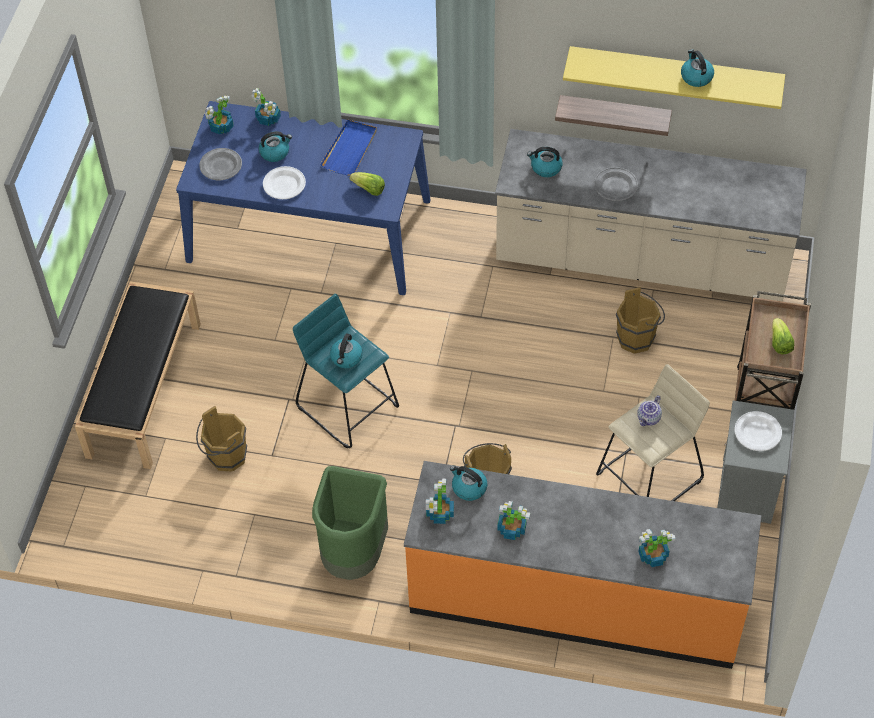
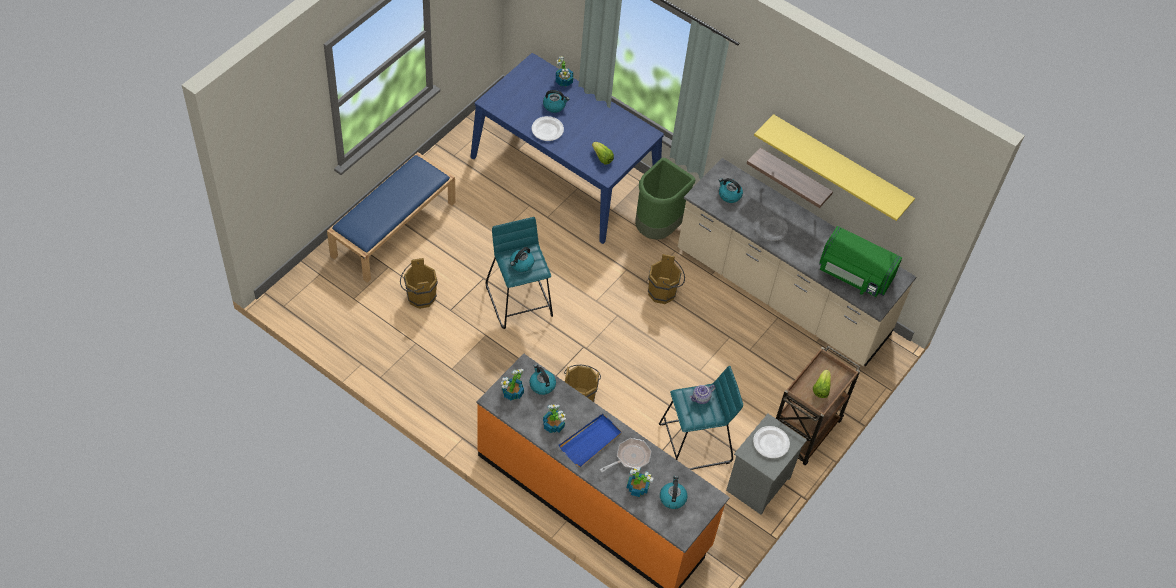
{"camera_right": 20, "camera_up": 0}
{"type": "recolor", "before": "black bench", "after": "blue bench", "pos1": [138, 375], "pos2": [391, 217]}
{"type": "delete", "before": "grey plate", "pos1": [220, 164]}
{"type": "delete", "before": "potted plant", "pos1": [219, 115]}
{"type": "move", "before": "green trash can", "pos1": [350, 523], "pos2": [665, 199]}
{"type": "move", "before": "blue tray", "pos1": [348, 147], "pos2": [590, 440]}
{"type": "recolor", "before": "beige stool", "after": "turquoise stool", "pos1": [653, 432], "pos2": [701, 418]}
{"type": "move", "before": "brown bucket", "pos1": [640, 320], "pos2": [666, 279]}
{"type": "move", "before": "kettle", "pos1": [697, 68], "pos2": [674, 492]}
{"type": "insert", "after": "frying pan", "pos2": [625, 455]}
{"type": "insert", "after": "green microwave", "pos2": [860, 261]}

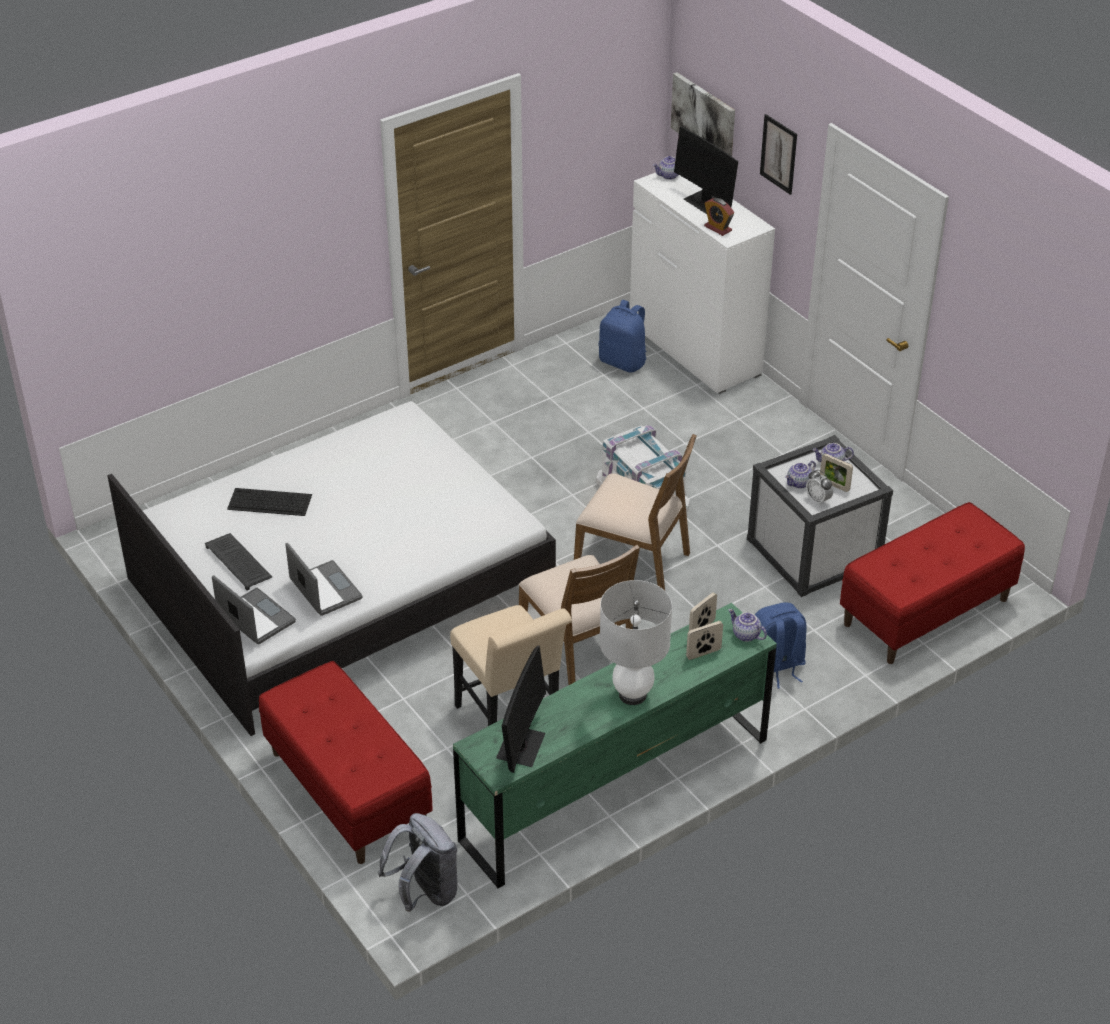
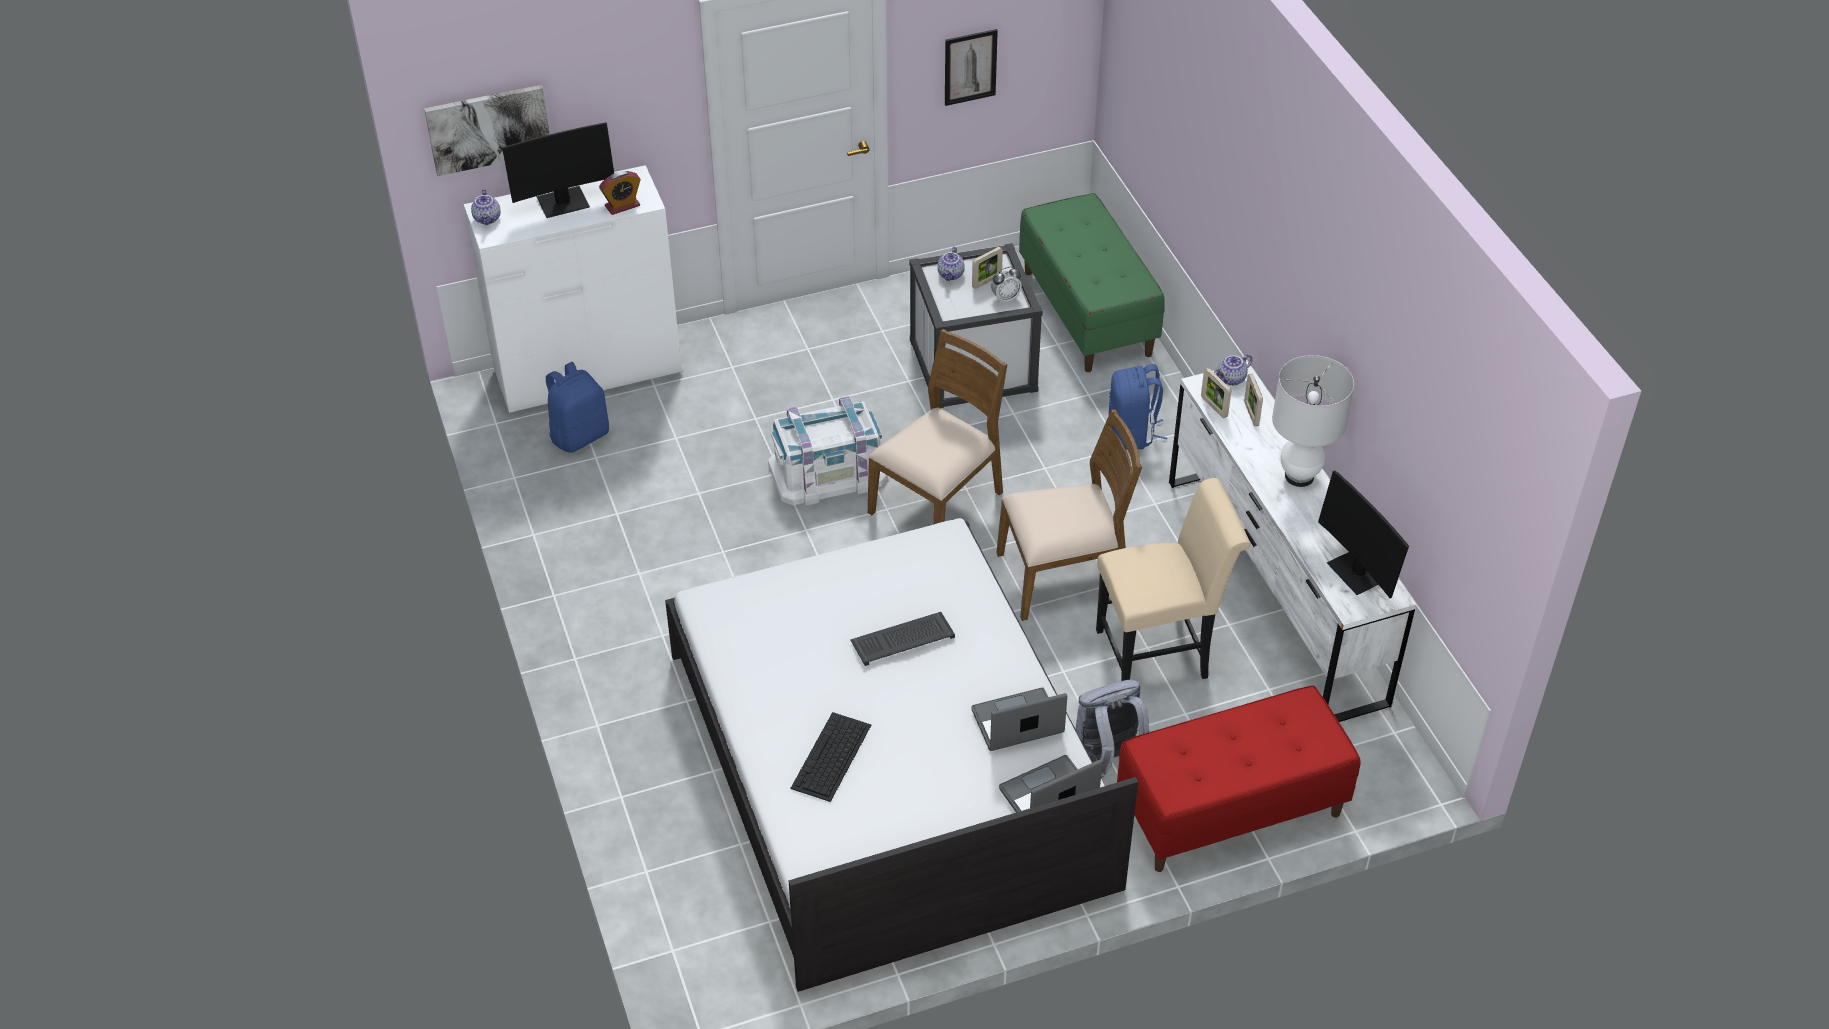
{"camera_right": -75, "camera_up": 5}
{"type": "move", "before": "keyboard", "pos1": [238, 561], "pos2": [902, 639]}
{"type": "move", "before": "grey backpack", "pos1": [418, 862], "pos2": [1112, 729]}
{"type": "recolor", "before": "green dresser", "after": "white dresser", "pos1": [615, 745], "pos2": [1292, 542]}
{"type": "rotate", "before": "monitor", "pos1": [521, 709], "pos2": [1363, 534], "turn": -150}
{"type": "move", "before": "picture", "pos1": [778, 154], "pos2": [971, 67]}
{"type": "delete", "before": "teapot", "pos1": [800, 475]}
{"type": "recolor", "before": "red bench", "after": "green bench", "pos1": [932, 583], "pos2": [1092, 282]}

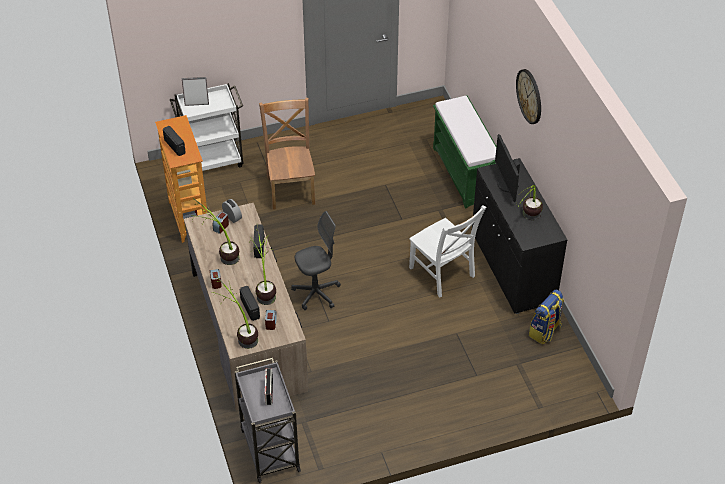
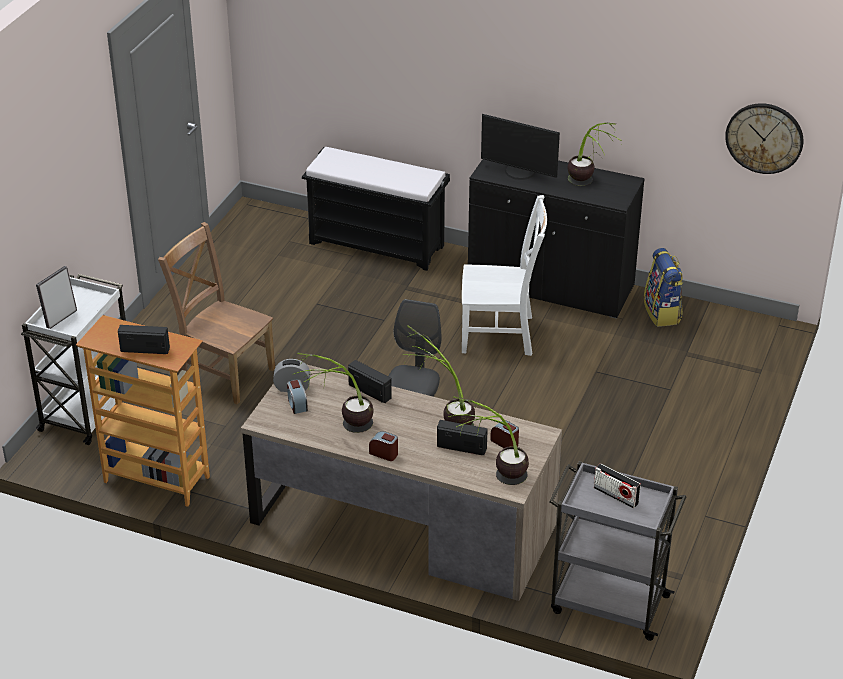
{"camera_right": -50, "camera_up": -10}
{"type": "recolor", "before": "green bench", "after": "black bench", "pos1": [464, 152], "pos2": [376, 209]}
{"type": "move", "before": "wall clock", "pos1": [528, 96], "pos2": [764, 138]}

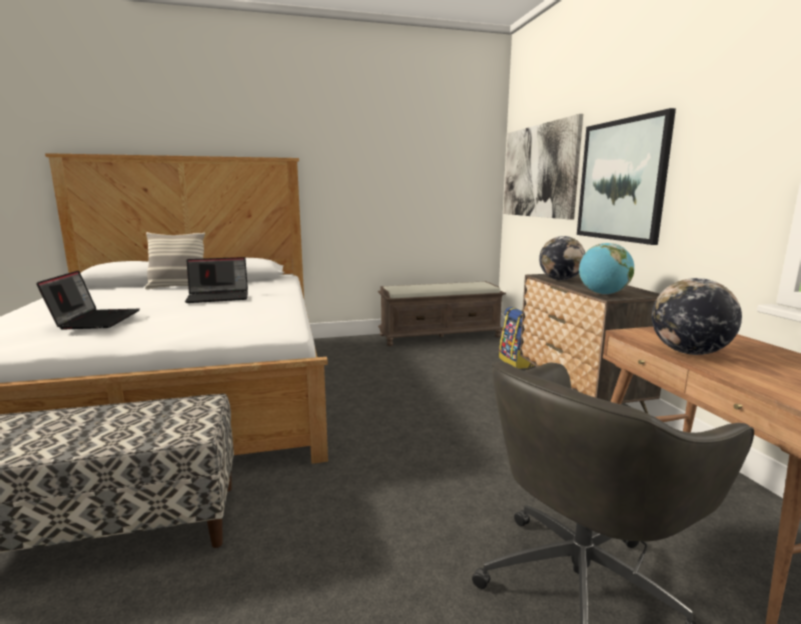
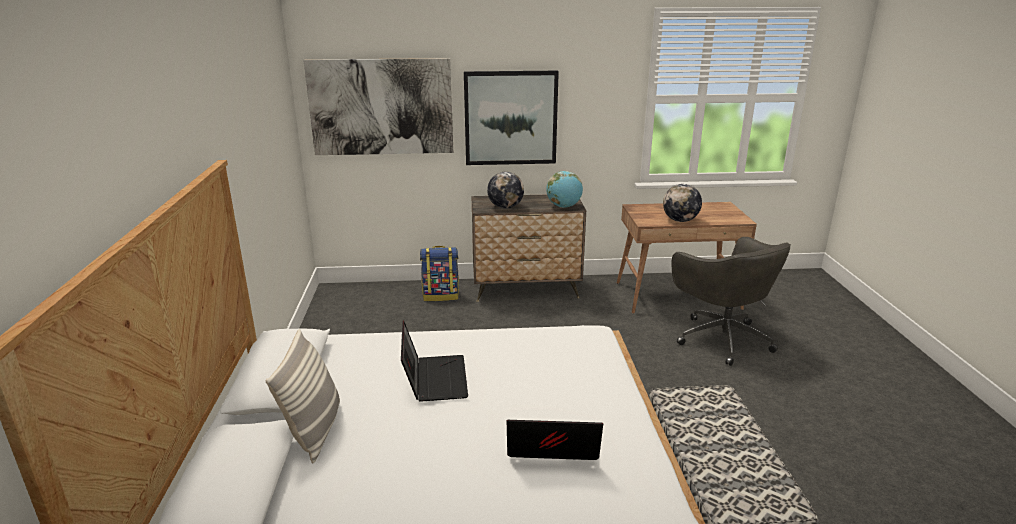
{"camera_right": -80, "camera_up": 10}
{"type": "delete", "before": "brown bench", "pos1": [442, 313]}

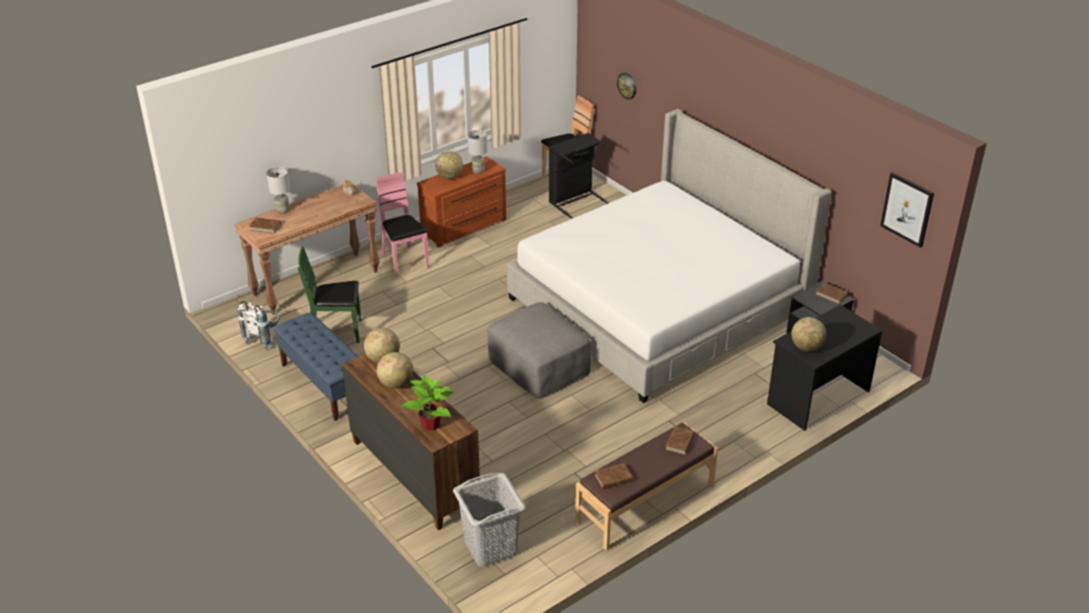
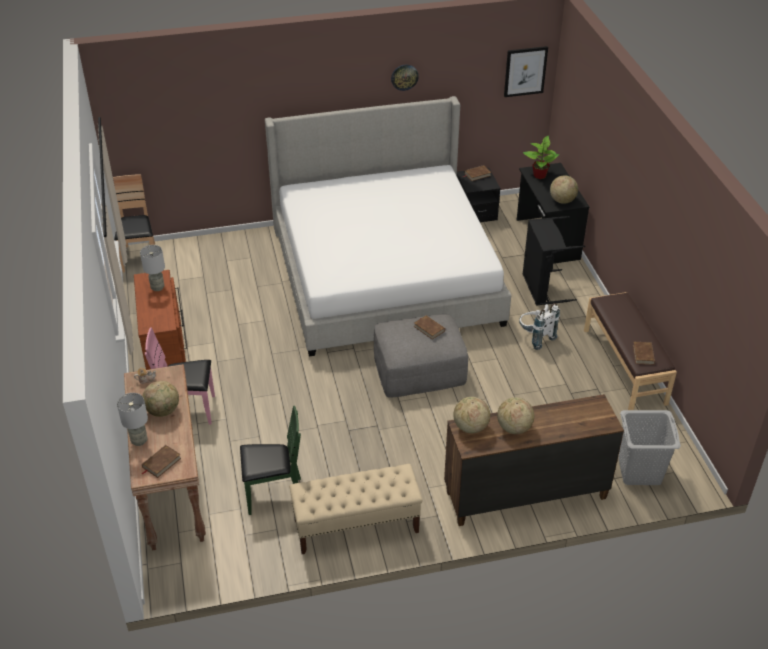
{"camera_right": -65, "camera_up": 5}
{"type": "move", "before": "white backpack", "pos1": [258, 325], "pos2": [539, 326]}
{"type": "recolor", "before": "blue bench", "after": "beige bench", "pos1": [316, 366], "pos2": [355, 509]}
{"type": "rotate", "before": "green chair", "pos1": [329, 294], "pos2": [270, 460], "turn": -120}
{"type": "move", "before": "potted plant", "pos1": [427, 403], "pos2": [541, 157]}
{"type": "move", "before": "globe", "pos1": [449, 165], "pos2": [161, 399]}
{"type": "move", "before": "black laundry basket", "pos1": [580, 176], "pos2": [554, 261]}
{"type": "move", "before": "wall clock", "pos1": [626, 86], "pos2": [405, 77]}
{"type": "move", "before": "brown book", "pos1": [680, 440], "pos2": [429, 327]}

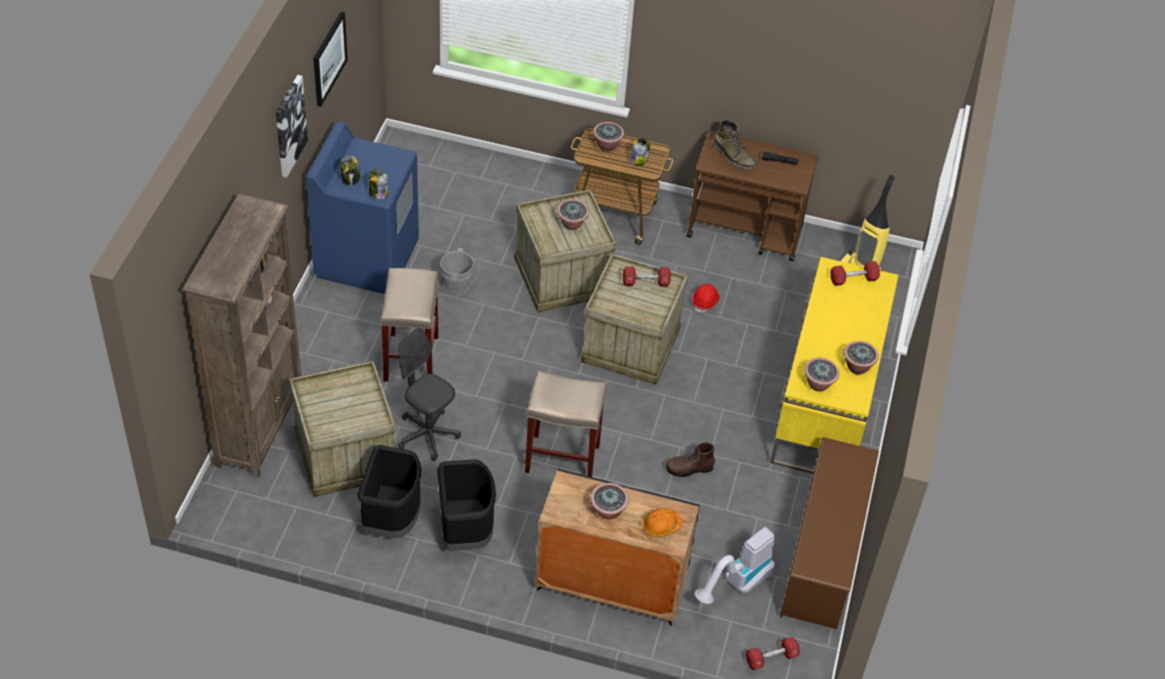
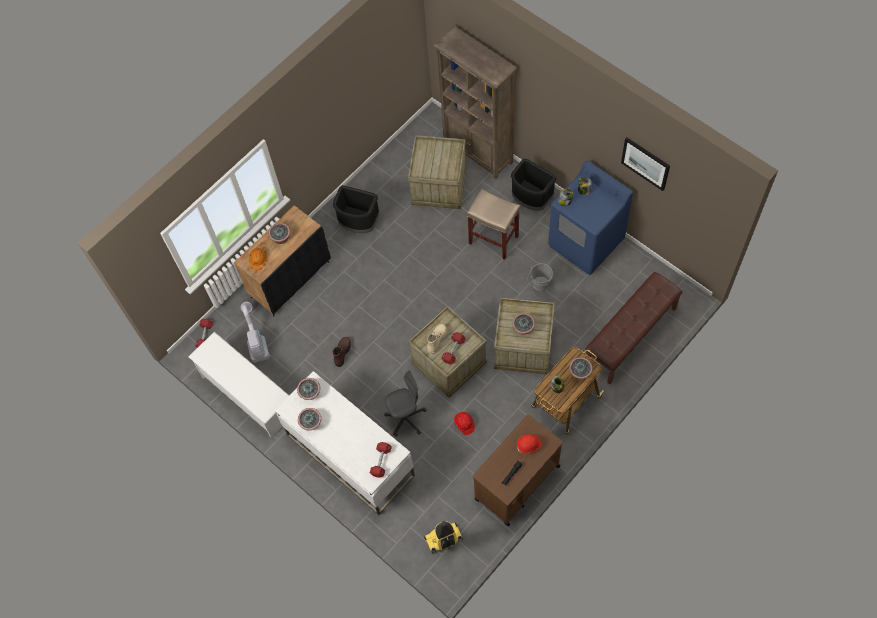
{"camera_right": 125, "camera_up": 15}
{"type": "delete", "before": "picture", "pos1": [292, 126]}
{"type": "move", "before": "black trash can", "pos1": [389, 491], "pos2": [533, 185]}
{"type": "move", "before": "grey office chair", "pos1": [429, 394], "pos2": [405, 403]}
{"type": "delete", "before": "beige stool", "pos1": [566, 424]}
{"type": "replace", "before": "green boot", "after": "red hard hat", "pos1": [734, 144], "pos2": [529, 444]}
{"type": "recolor", "before": "yellow desk", "after": "white desk", "pos1": [834, 365], "pos2": [345, 443]}
{"type": "recolor", "before": "brown shoe rack", "after": "white shoe rack", "pos1": [829, 533], "pos2": [238, 384]}
{"type": "insert", "after": "beige boot", "pos2": [437, 339]}
{"type": "insert", "after": "brown bench", "pos2": [634, 328]}

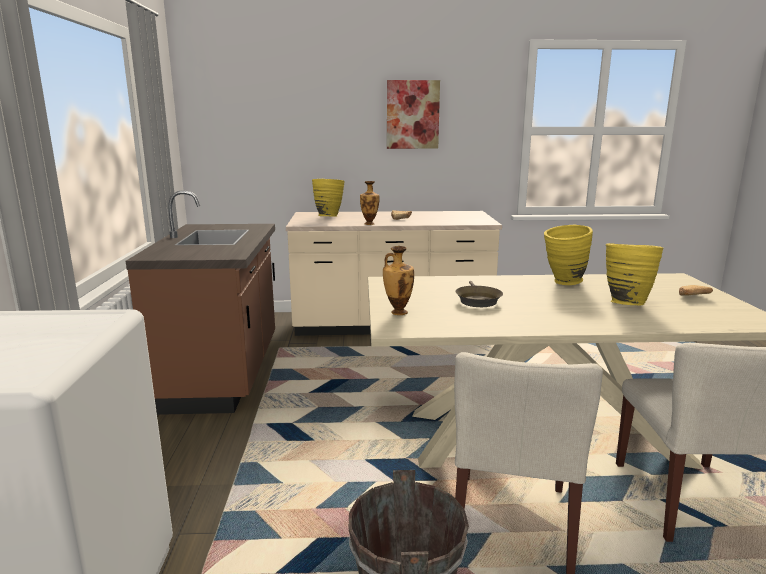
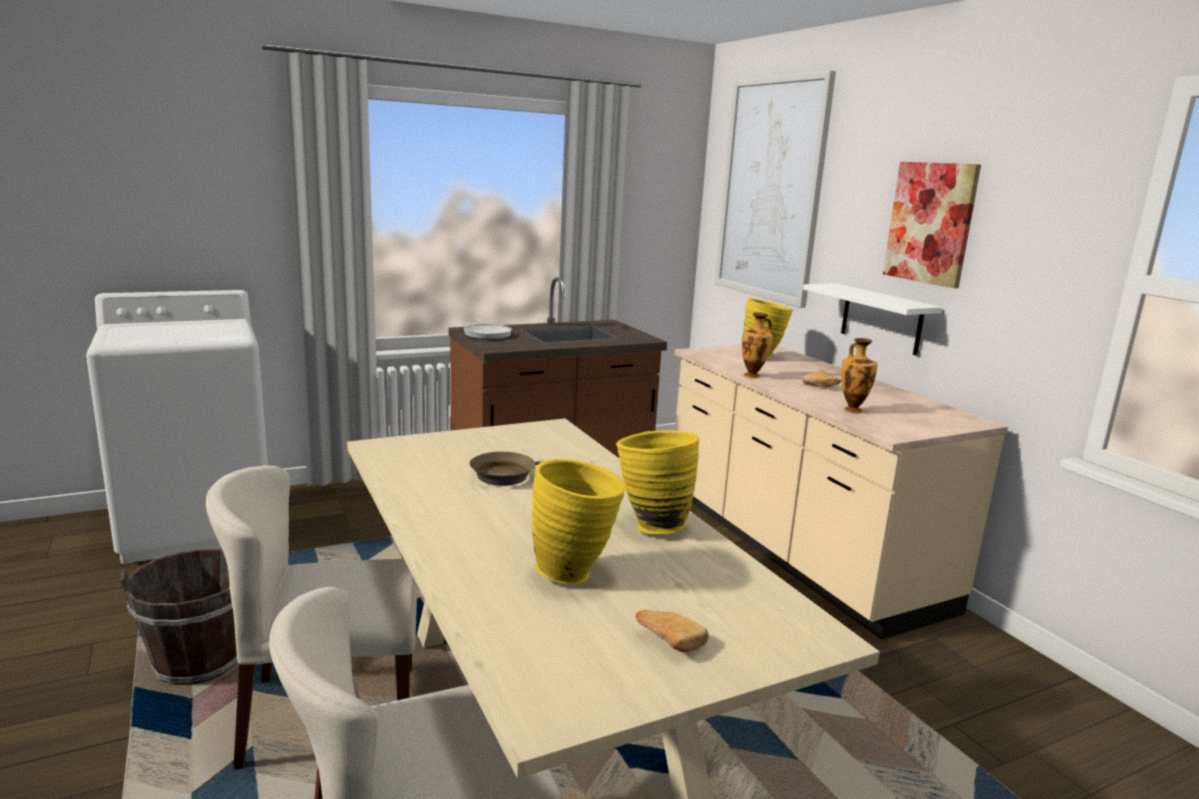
{"camera_right": 65, "camera_up": 0}
{"type": "move", "before": "vase", "pos1": [398, 280], "pos2": [859, 375]}
{"type": "insert", "after": "frying pan", "pos2": [488, 328]}
{"type": "insert", "after": "picture", "pos2": [775, 189]}
{"type": "insert", "after": "white shelf", "pos2": [872, 319]}

